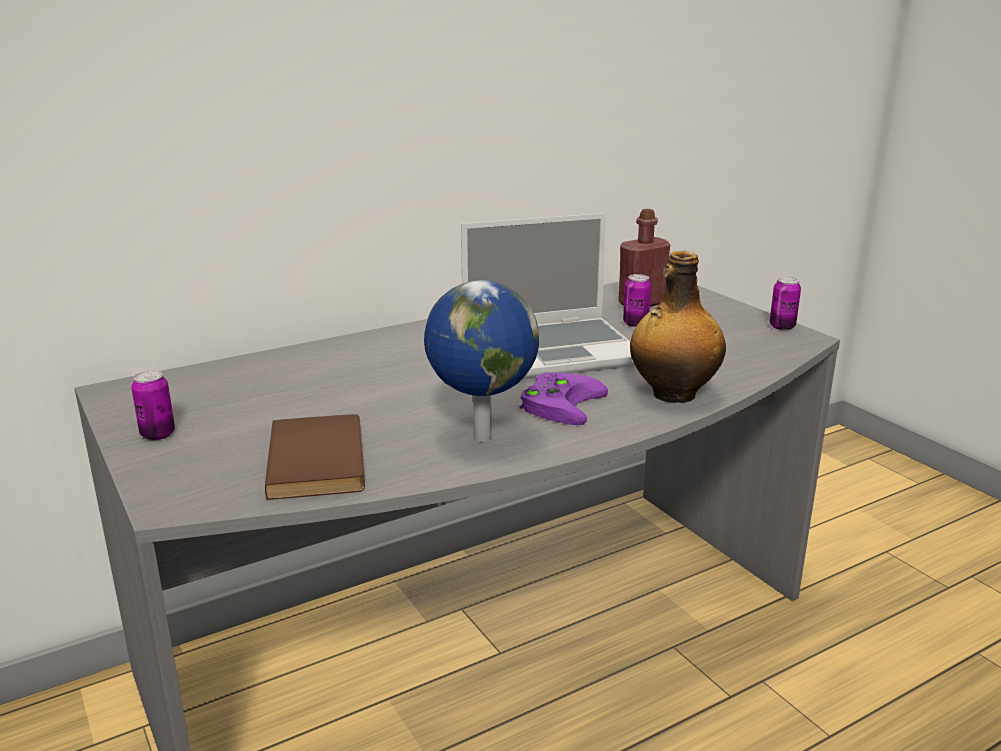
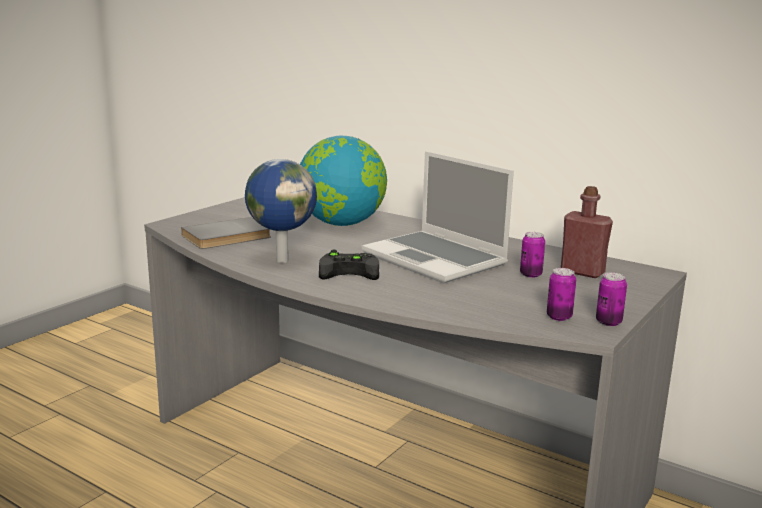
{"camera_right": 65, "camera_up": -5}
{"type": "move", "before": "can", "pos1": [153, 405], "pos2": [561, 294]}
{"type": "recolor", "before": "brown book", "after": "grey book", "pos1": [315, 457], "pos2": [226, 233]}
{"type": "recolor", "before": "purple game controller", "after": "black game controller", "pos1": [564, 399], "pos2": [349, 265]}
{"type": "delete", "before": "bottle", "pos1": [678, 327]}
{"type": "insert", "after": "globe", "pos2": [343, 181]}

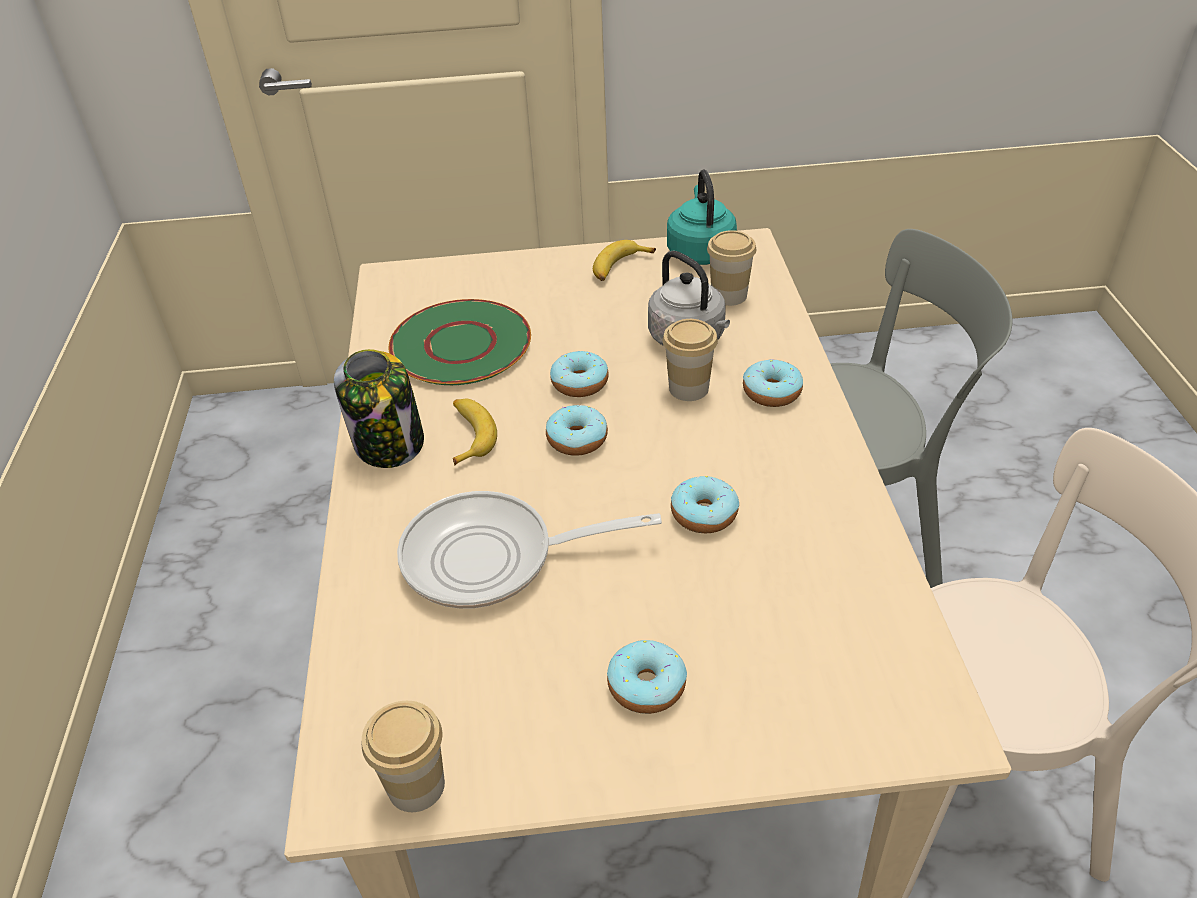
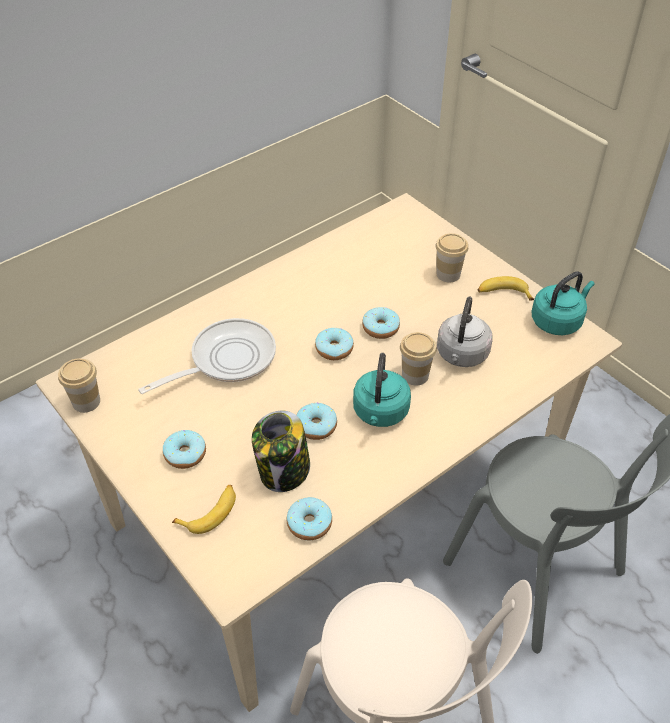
{"camera_right": 55, "camera_up": 5}
{"type": "move", "before": "jar", "pos1": [379, 408], "pos2": [281, 451]}
{"type": "delete", "before": "green plate", "pos1": [460, 342]}
{"type": "rotate", "before": "frying pan", "pos1": [529, 550], "pos2": [207, 356], "turn": 90}
{"type": "move", "before": "banana", "pos1": [475, 432], "pos2": [204, 509]}
{"type": "move", "before": "cup", "pos1": [731, 268], "pos2": [452, 258]}
{"type": "move", "before": "donut", "pos1": [773, 383], "pos2": [309, 518]}
{"type": "insert", "after": "turquoise kettle", "pos2": [382, 390]}

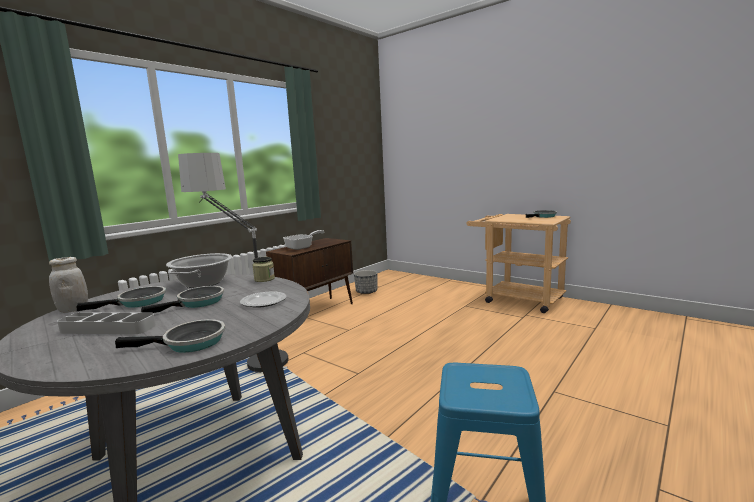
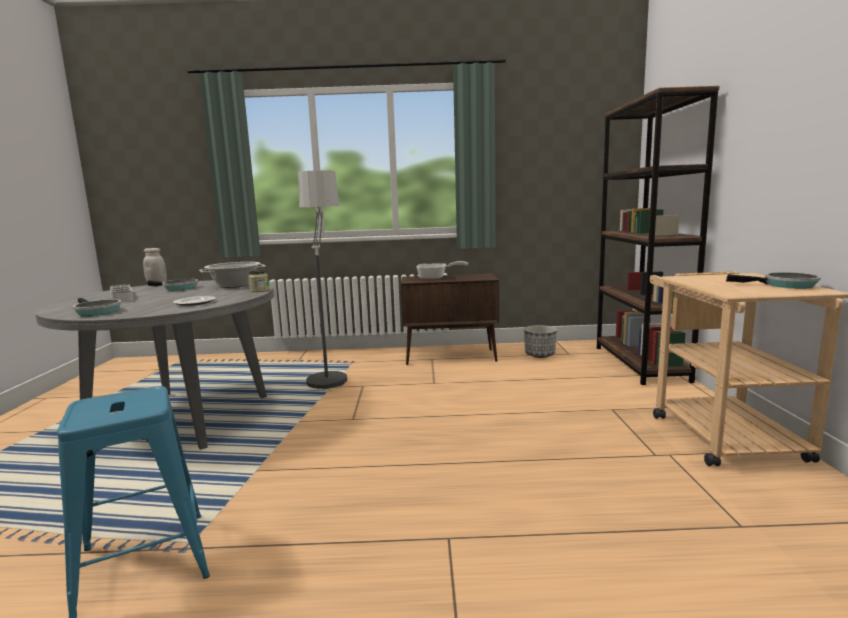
{"camera_right": 50, "camera_up": 0}
{"type": "delete", "before": "frying pan", "pos1": [182, 299]}
{"type": "insert", "after": "brown bookcase", "pos2": [658, 235]}

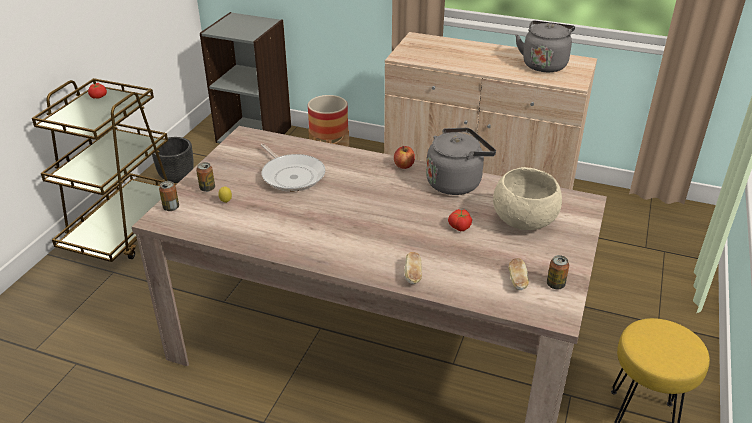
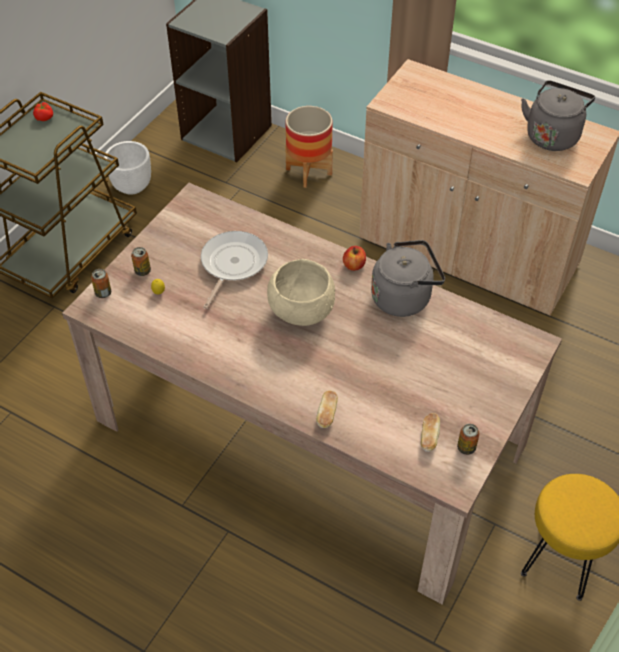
{"camera_right": 10, "camera_up": 15}
{"type": "recolor", "before": "black planter", "after": "white planter", "pos1": [173, 160], "pos2": [127, 168]}
{"type": "rotate", "before": "frying pan", "pos1": [293, 168], "pos2": [234, 270], "turn": -135}
{"type": "delete", "before": "tomato", "pos1": [460, 220]}
{"type": "move", "before": "beige bowl", "pos1": [527, 198], "pos2": [301, 292]}

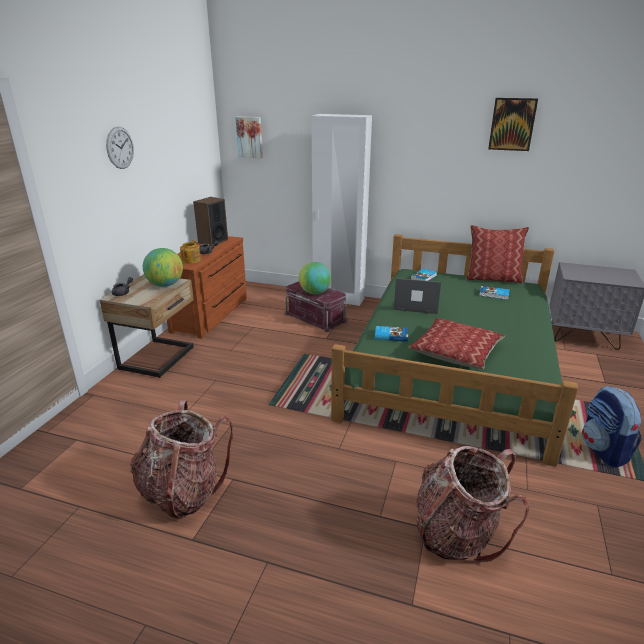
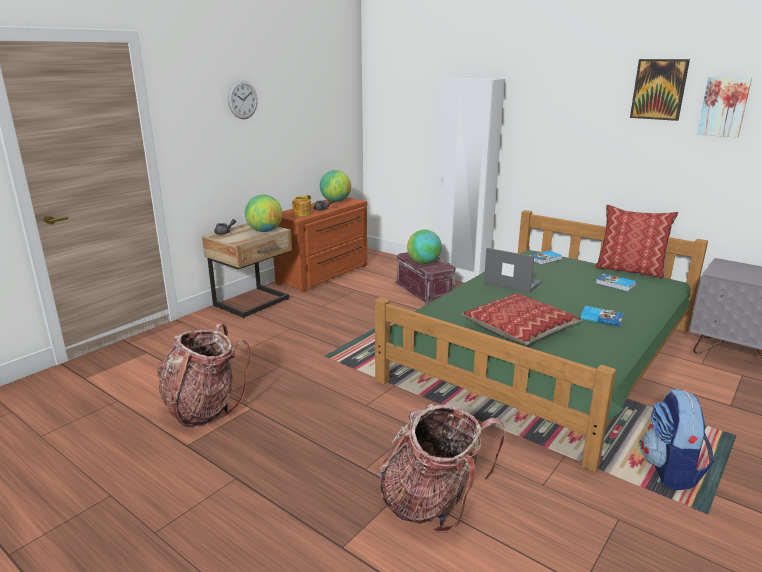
{"camera_right": 20, "camera_up": -5}
{"type": "replace", "before": "speaker", "after": "globe", "pos1": [210, 221], "pos2": [335, 186]}
{"type": "move", "before": "picture", "pos1": [249, 138], "pos2": [724, 107]}
{"type": "move", "before": "book", "pos1": [391, 334], "pos2": [602, 316]}

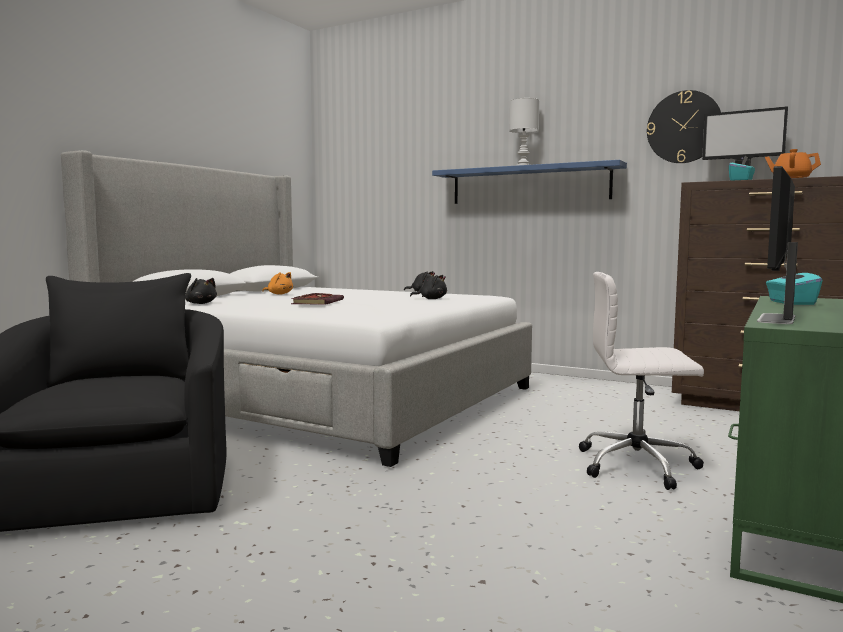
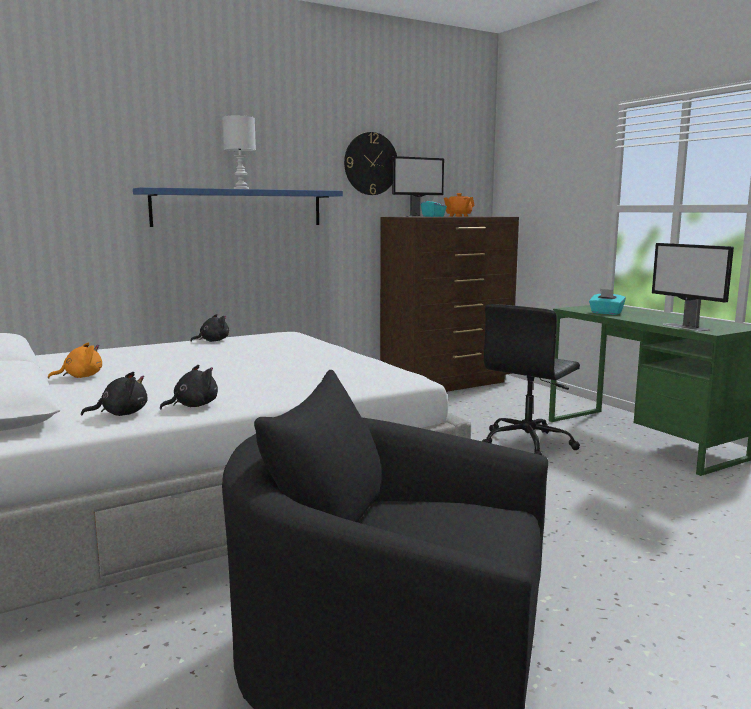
{"camera_right": -60, "camera_up": 5}
{"type": "delete", "before": "book", "pos1": [317, 299]}
{"type": "move", "before": "black plush toy", "pos1": [428, 287], "pos2": [189, 387]}
{"type": "recolor", "before": "white office chair", "after": "black office chair", "pos1": [641, 381], "pos2": [531, 379]}

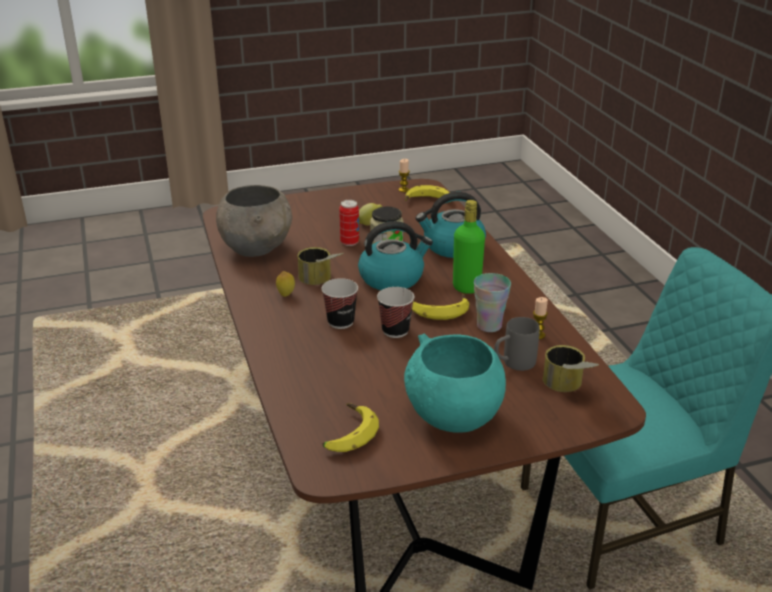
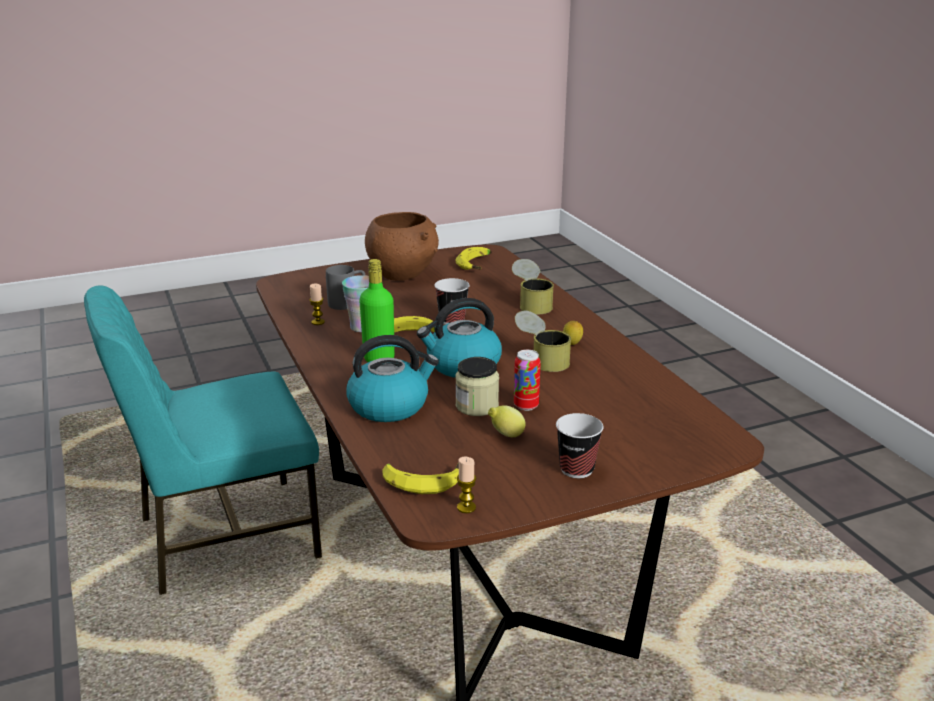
{"camera_right": 175, "camera_up": -5}
{"type": "delete", "before": "grey bowl", "pos1": [254, 221]}
{"type": "move", "before": "cup", "pos1": [339, 303], "pos2": [579, 445]}
{"type": "recolor", "before": "turquoise bowl", "after": "brown bowl", "pos1": [455, 383], "pos2": [402, 246]}
{"type": "move", "before": "can", "pos1": [571, 368], "pos2": [533, 286]}

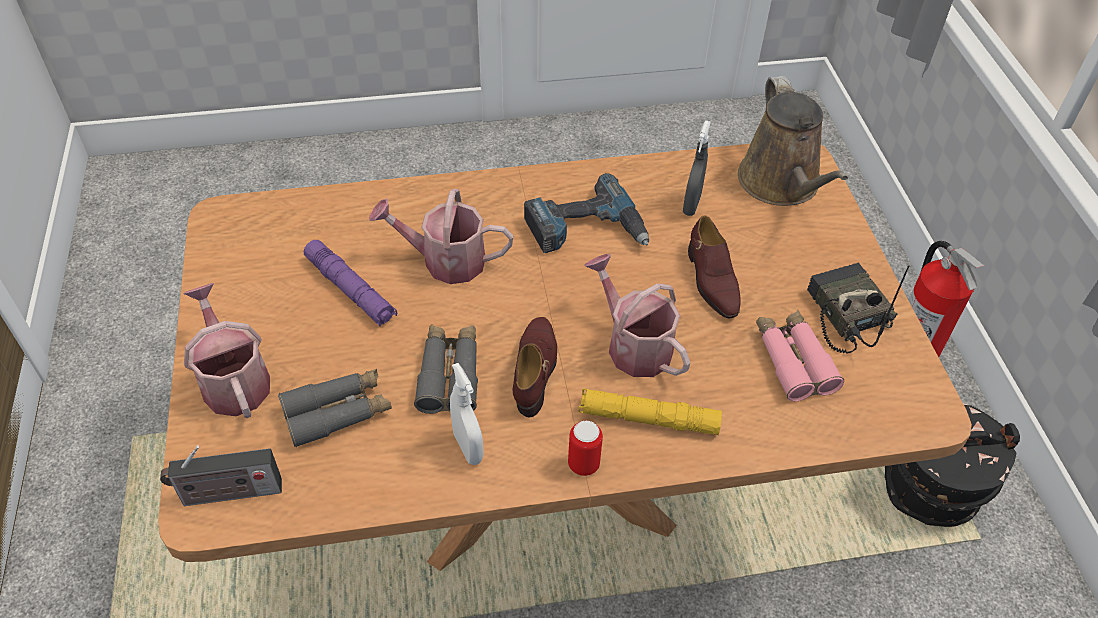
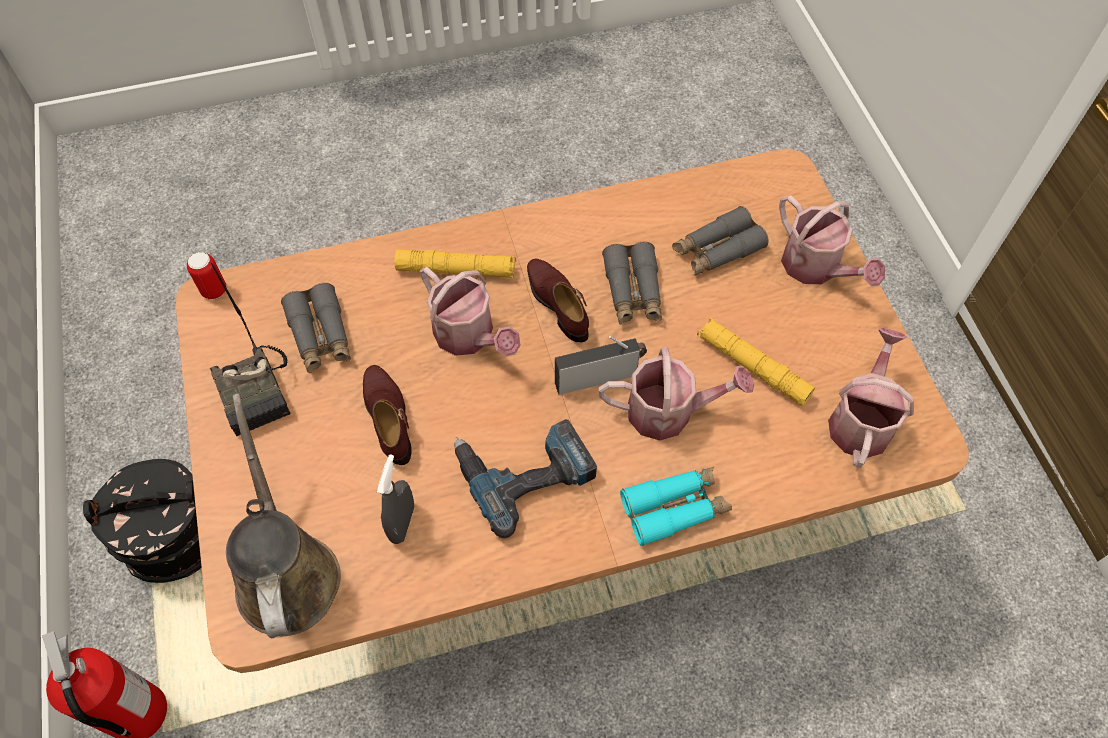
{"camera_right": 175, "camera_up": 10}
{"type": "move", "before": "radio", "pos1": [221, 475], "pos2": [601, 365]}
{"type": "recolor", "before": "purple flashlight", "after": "yellow flashlight", "pos1": [350, 283], "pos2": [756, 362]}
{"type": "delete", "before": "white spray bottle", "pos1": [467, 414]}
{"type": "rotate", "before": "brown shoe", "pos1": [535, 367], "pos2": [558, 300], "turn": 150}
{"type": "move", "before": "can", "pos1": [585, 448], "pos2": [207, 276]}
{"type": "recolor", "before": "pink binoculars", "after": "grey binoculars", "pos1": [800, 356], "pos2": [316, 328]}
{"type": "insert", "after": "turquoise binoculars", "pos2": [676, 506]}
{"type": "insert", "after": "watering can", "pos2": [871, 398]}

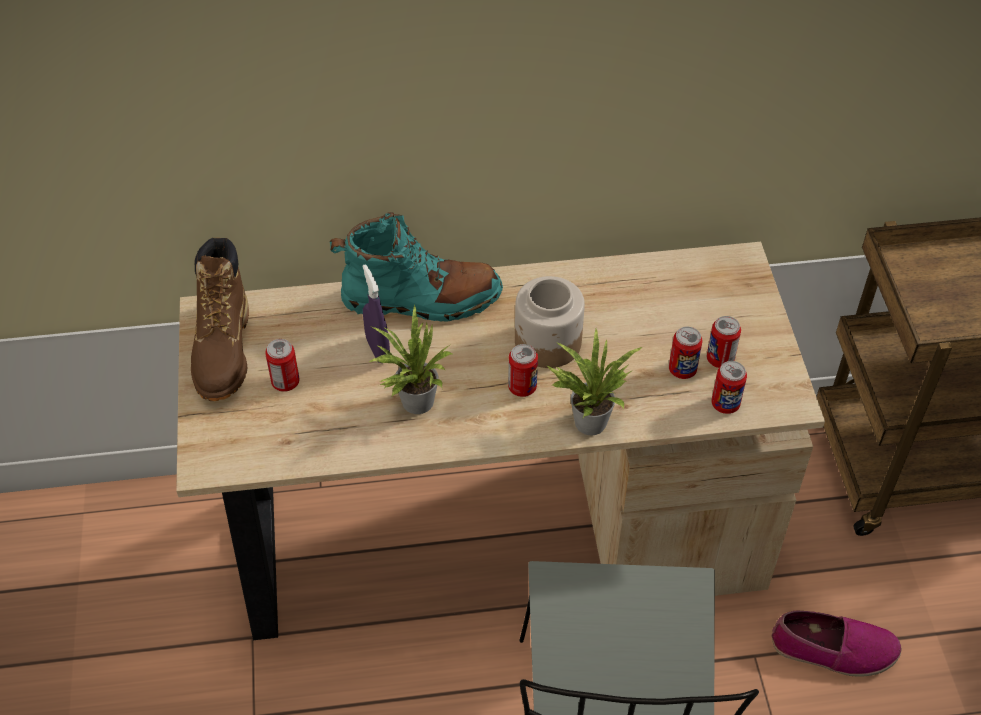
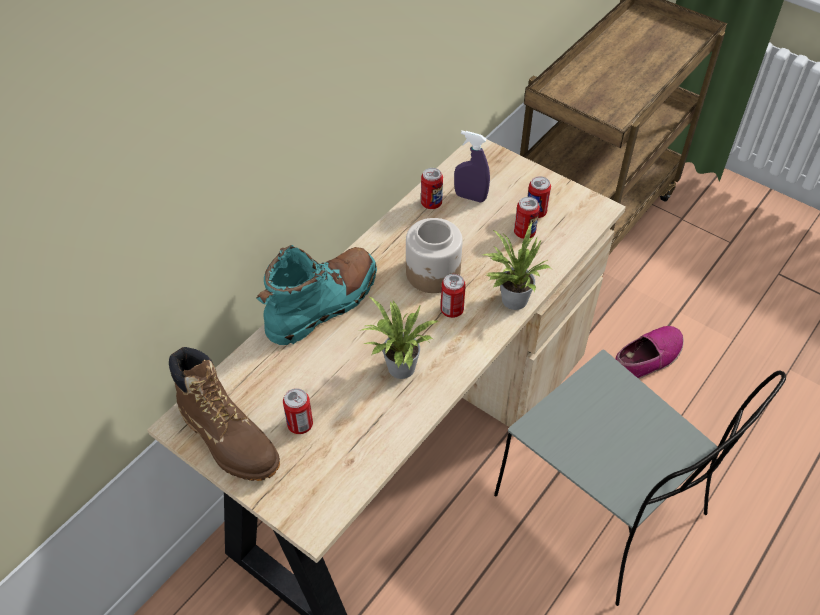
{"camera_right": -45, "camera_up": 0}
{"type": "move", "before": "purple spray bottle", "pos1": [376, 313], "pos2": [472, 167]}
{"type": "move", "before": "can", "pos1": [729, 387], "pos2": [432, 188]}

